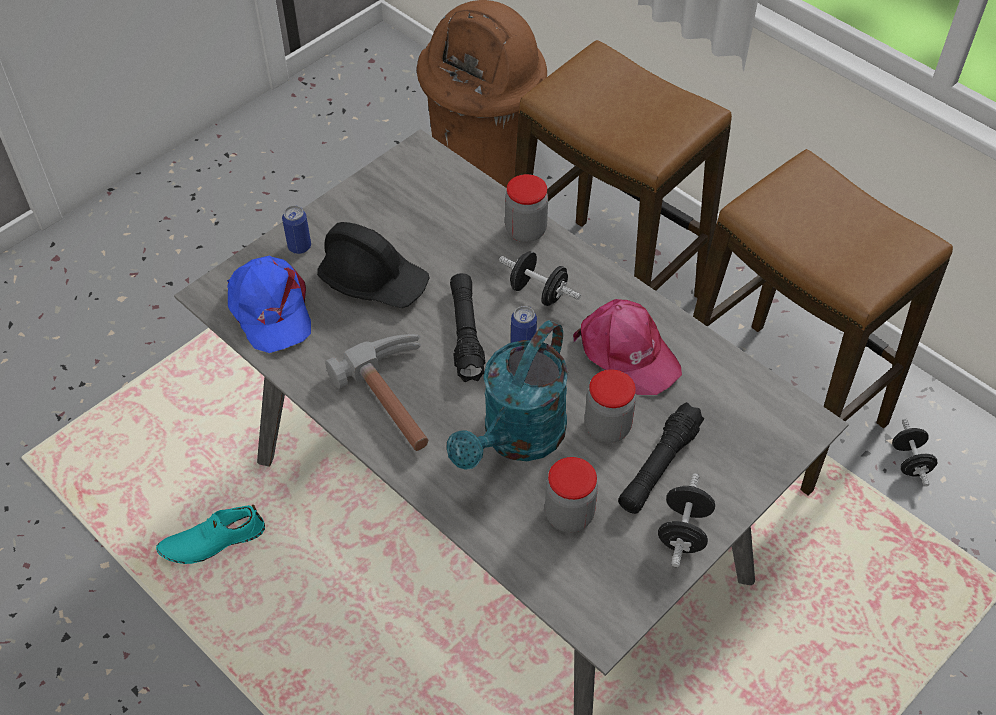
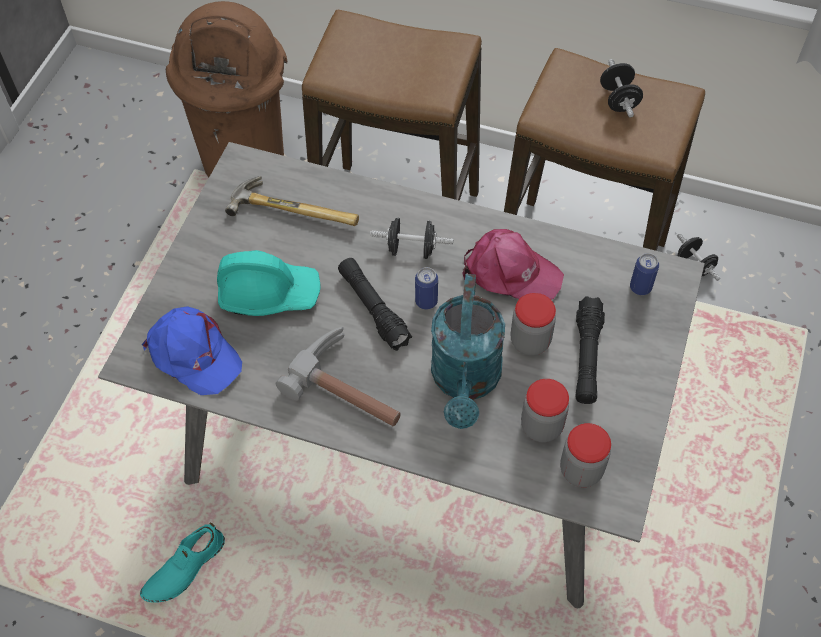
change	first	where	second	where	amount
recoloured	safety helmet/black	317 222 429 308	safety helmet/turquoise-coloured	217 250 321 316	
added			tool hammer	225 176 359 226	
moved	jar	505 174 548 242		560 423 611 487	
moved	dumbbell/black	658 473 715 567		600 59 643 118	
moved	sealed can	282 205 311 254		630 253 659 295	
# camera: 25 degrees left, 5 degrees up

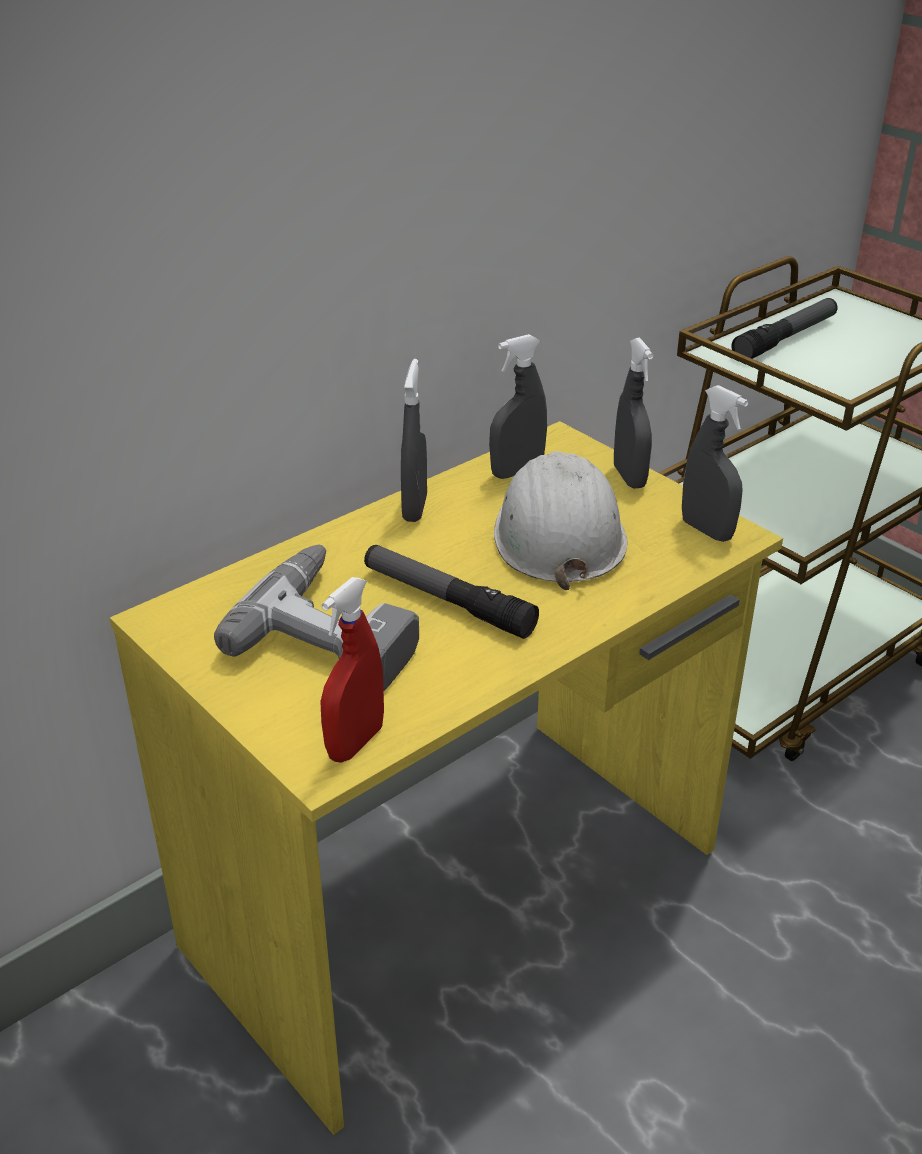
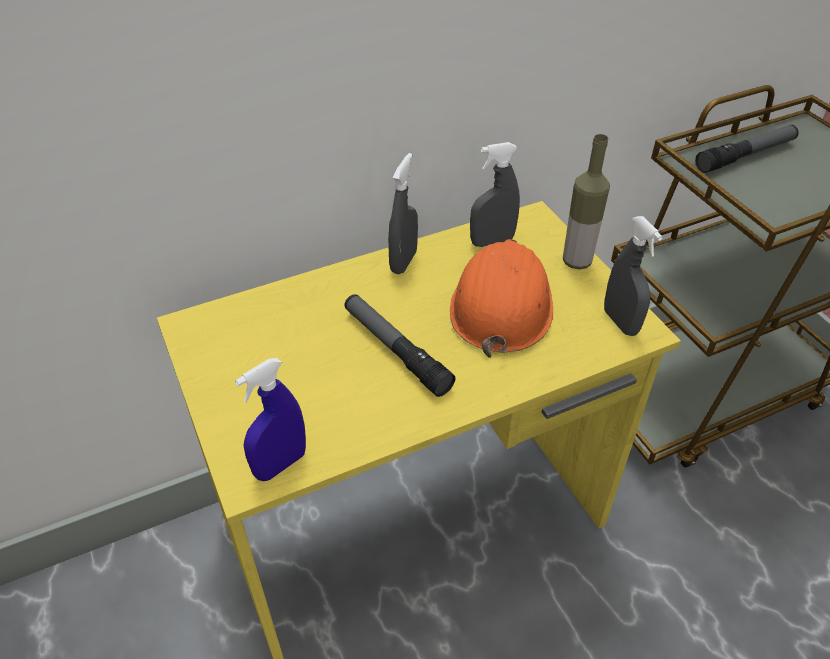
change	first	where	second	where	amount
recoloured	spray bottle/red-coloured	320 577 384 763	spray bottle/blue-coloured	235 358 306 481	
recoloured	safety helmet/white-coloured	494 451 628 590	safety helmet/orange-coloured	450 239 553 358	
replaced	spray bottle/greyish	614 338 653 489	beverage bottle	563 134 610 269	
removed	power drill	214 545 419 691			
# camera: 15 degrees right, 10 degrees up

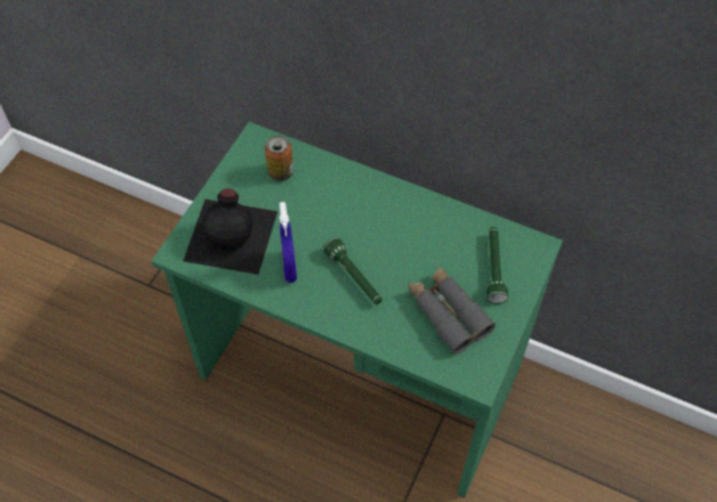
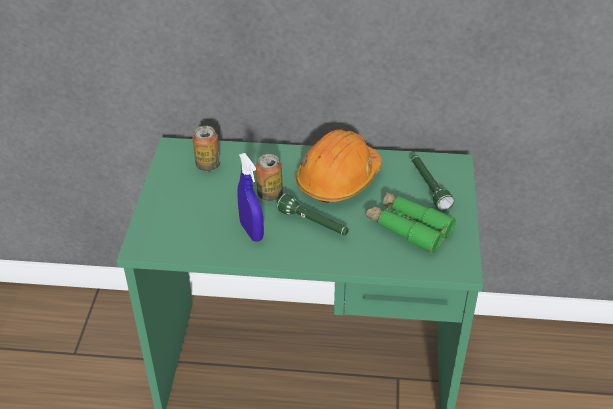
change	first	where	second	where	amount
added			sealed can	256 154 283 201	
added			safety helmet/orange-coloured	296 129 382 203	
recoloured	pair of binoculars/greyish	408 266 495 354	pair of binoculars/greenish	366 192 456 254	
removed	beverage bottle/black	183 189 278 275			
# camera: 20 degrees left, 15 degrees down

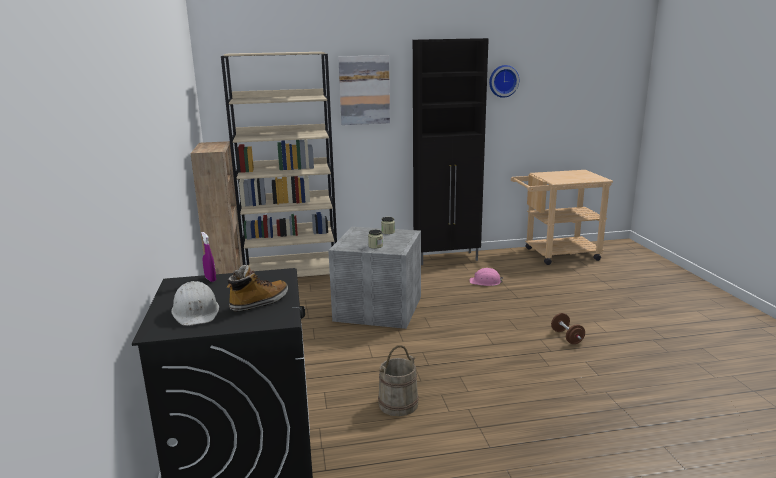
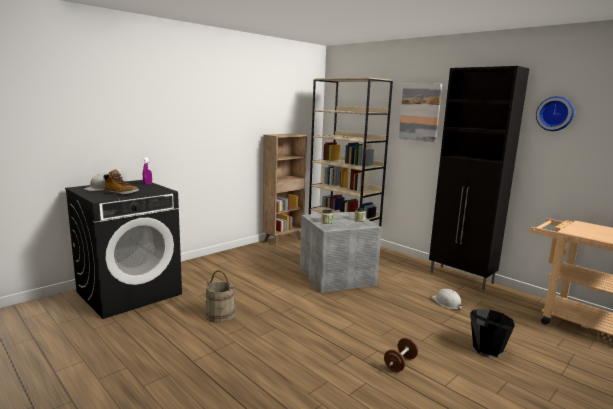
change	first	where	second	where	amount
recoloured	safety helmet/pink	469 268 503 286	safety helmet/white-coloured	432 289 463 310	
added			pail/black	470 309 515 357	
# camera: 55 degrees right, 5 degrees down

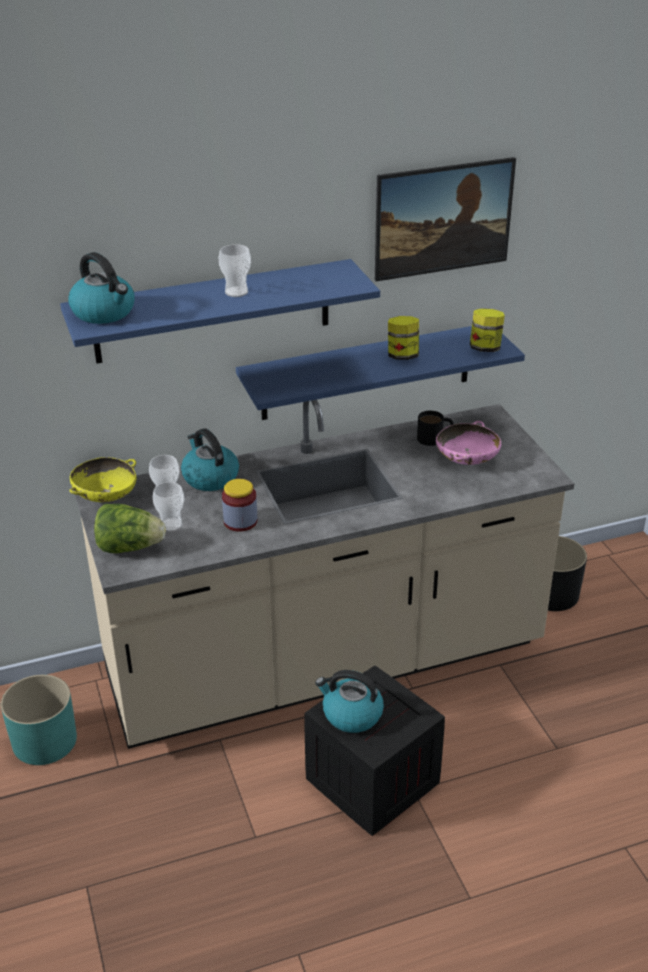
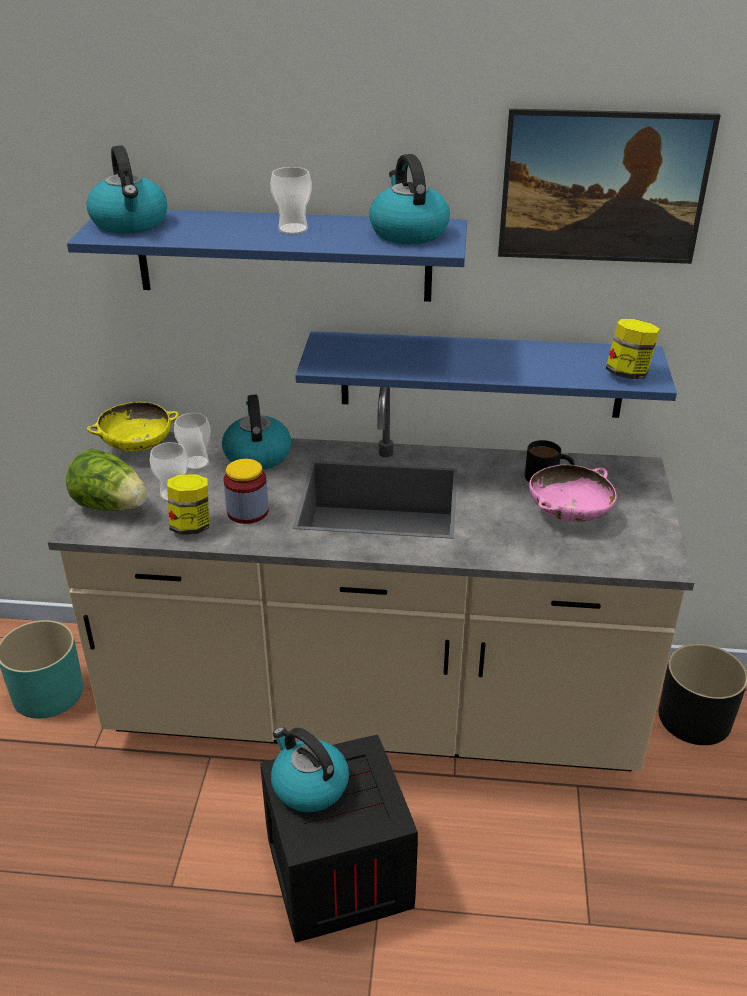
change	first	where	second	where	amount
moved	jar	388 316 419 360		167 474 209 535	
added			kettle	369 154 450 244	
# camera: 25 degrees right, 0 degrees up

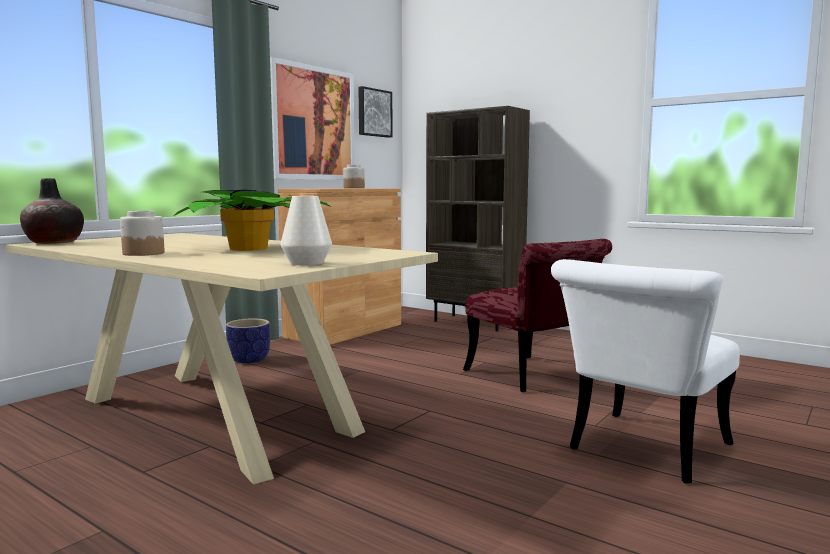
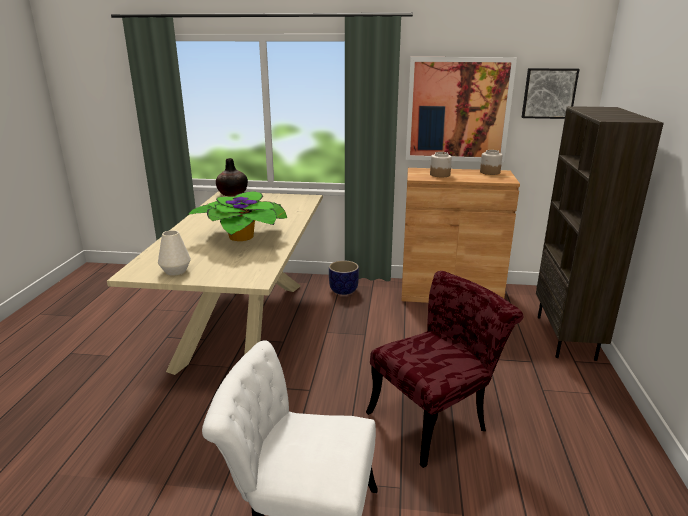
change	first	where	second	where	amount
turned	upright chair/red-coloured	463 239 612 392		366 271 524 468	150 degrees counterclockwise
moved	jar	120 211 164 256		430 152 452 177	
# camera: 60 degrees right, 15 degrees up

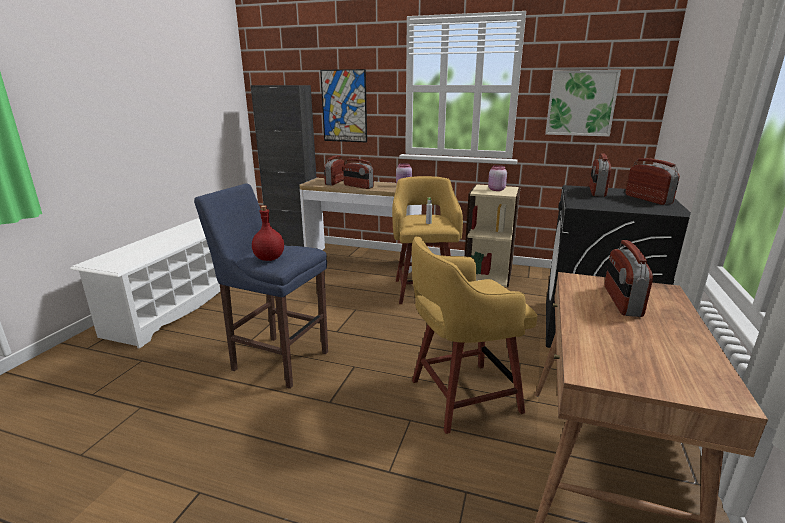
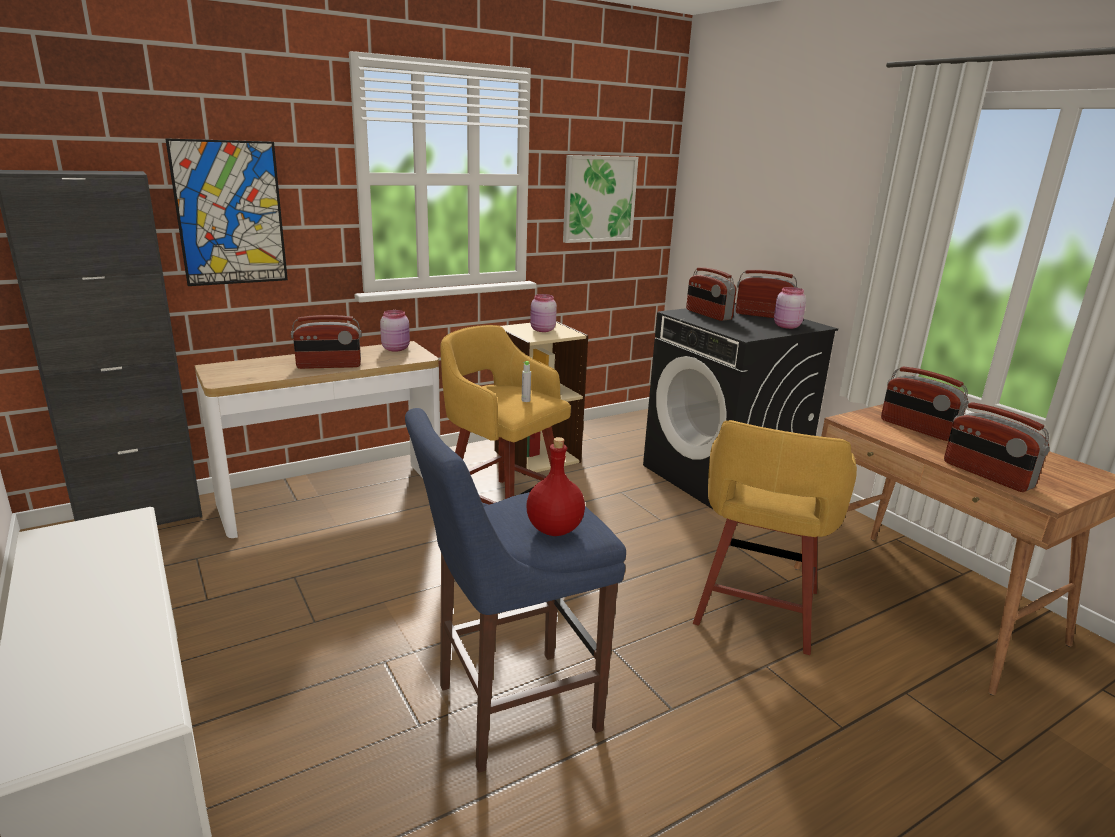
change	first	where	second	where	amount
added			jar/pink	774 287 806 329	
moved	radio receiver	324 155 345 186		944 402 1050 492	
# camera: 50 degrees left, 0 degrees up

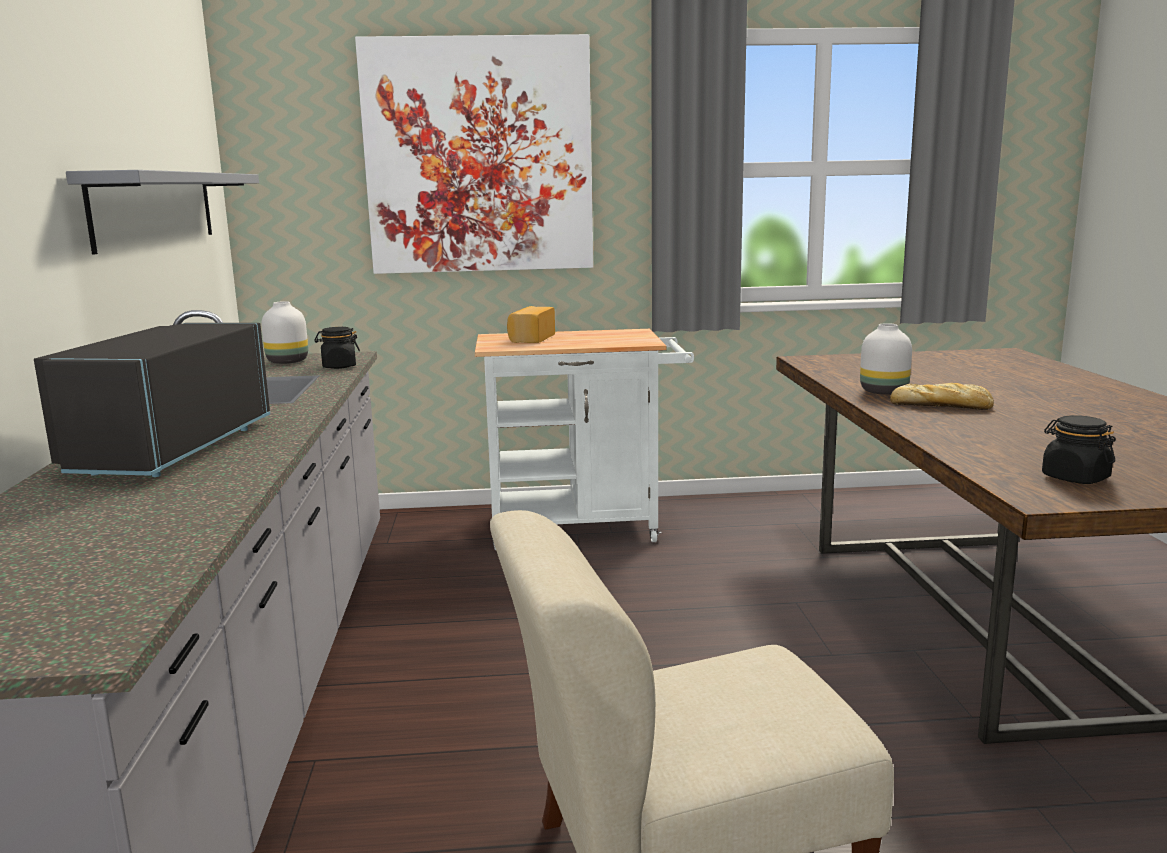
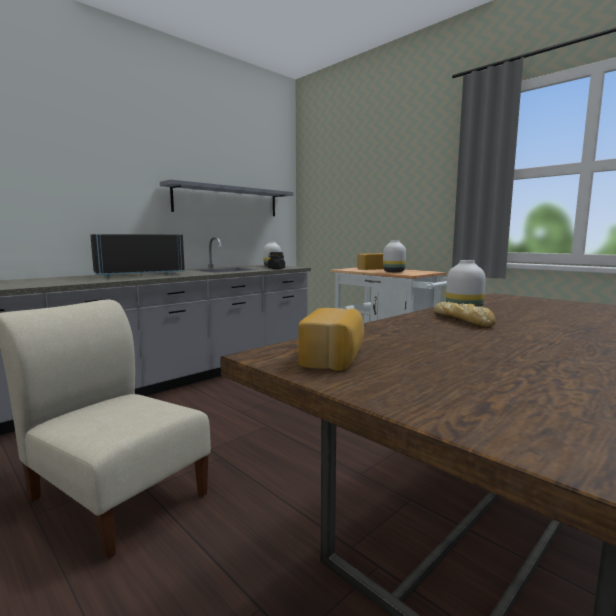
change	first	where	second	where	amount
replaced	jar/black	1042 415 1116 484	bakery bread	299 308 364 371	
added			decorative vase/white-coloured	383 240 406 272	
removed	picture	355 34 593 274			
# camera: 50 degrees right, 5 degrees down

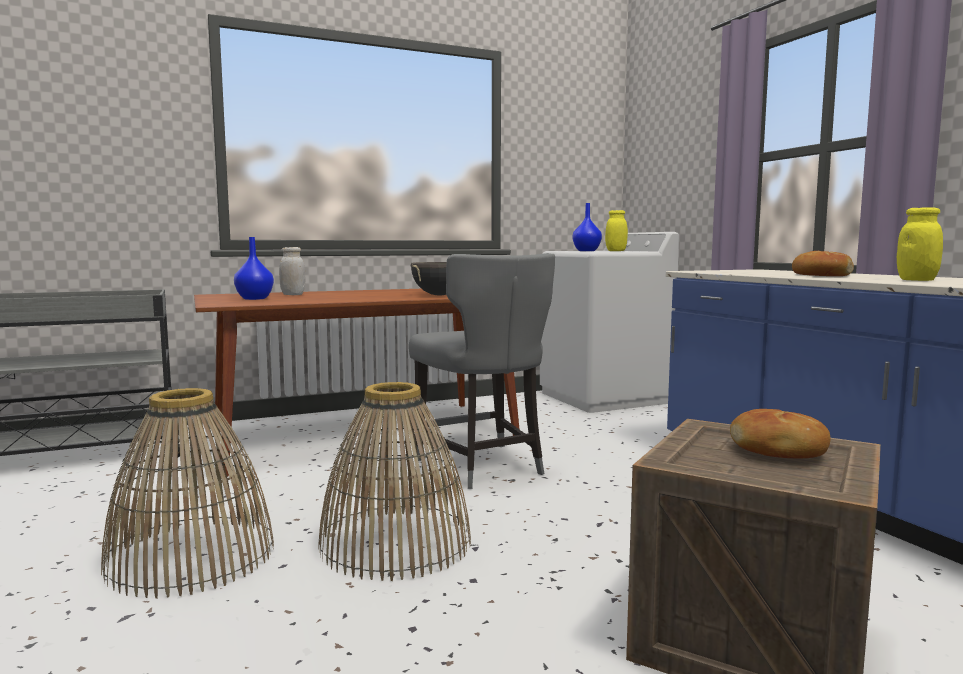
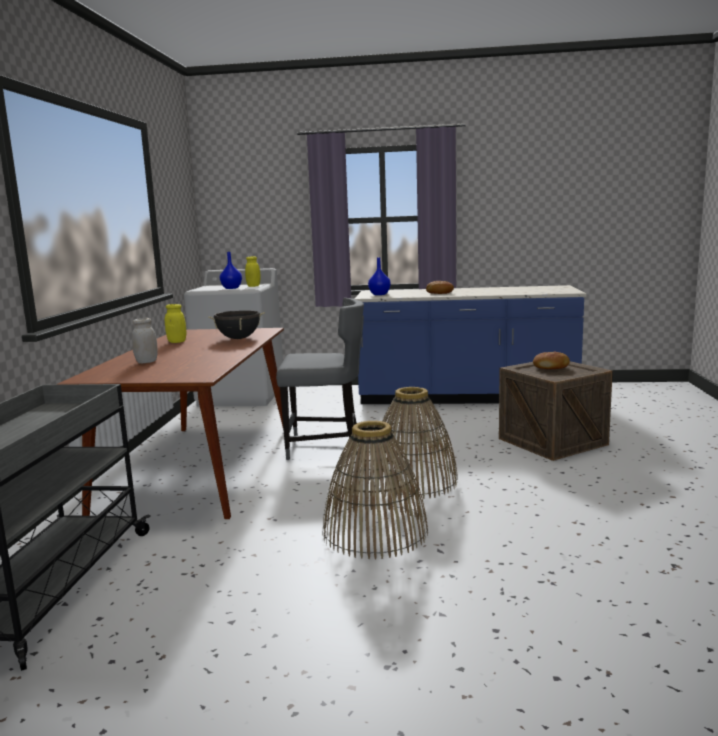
change	first	where	second	where	amount
moved	jar/yellow	897 207 943 281		165 304 186 343	
moved	decorative vase/blue-coloured	234 237 274 300		368 257 391 295	
# camera: 60 degrees left, 5 degrees up

